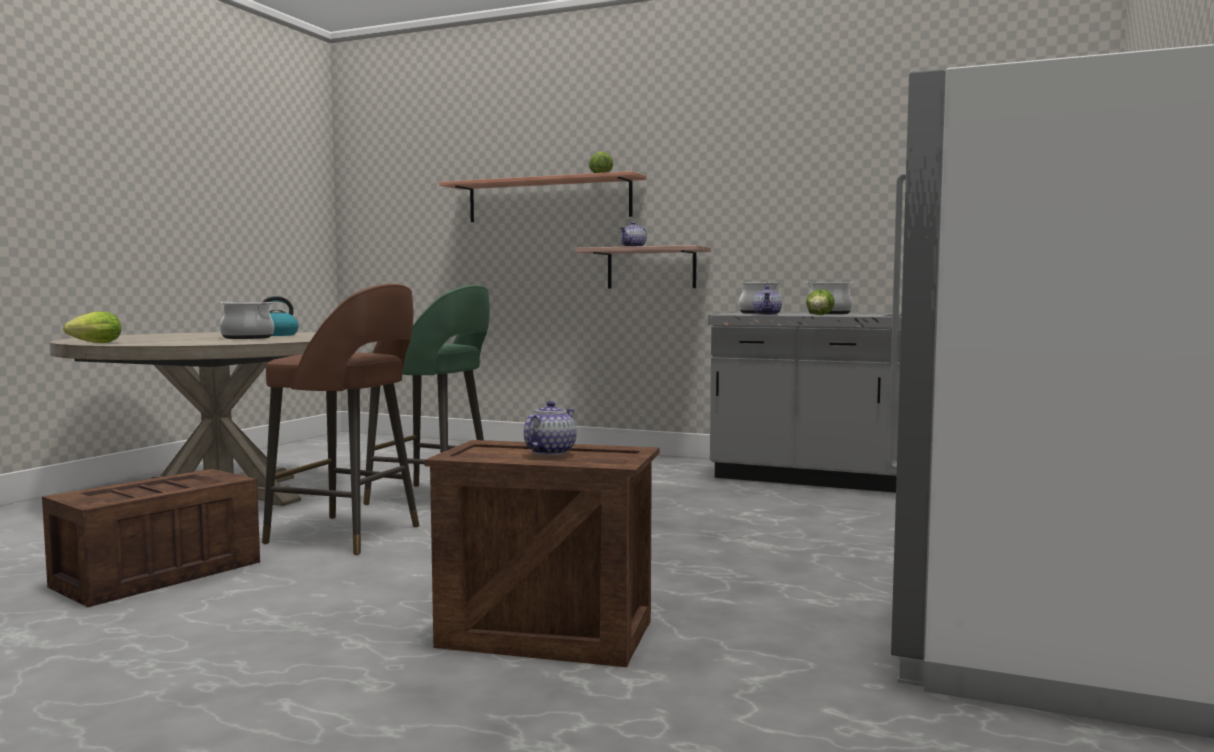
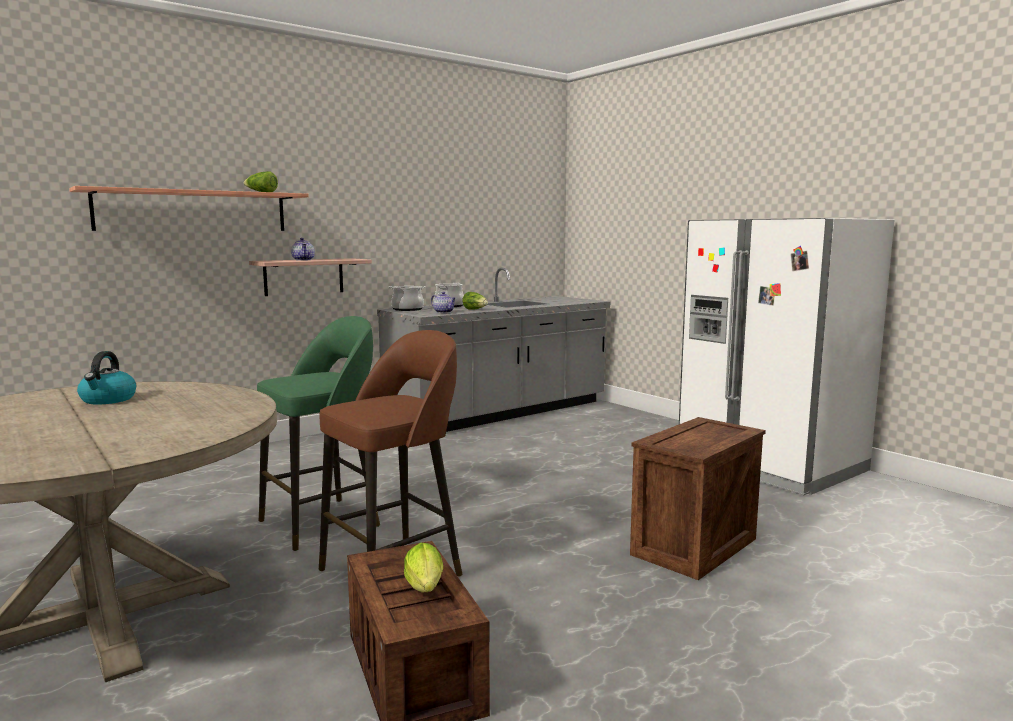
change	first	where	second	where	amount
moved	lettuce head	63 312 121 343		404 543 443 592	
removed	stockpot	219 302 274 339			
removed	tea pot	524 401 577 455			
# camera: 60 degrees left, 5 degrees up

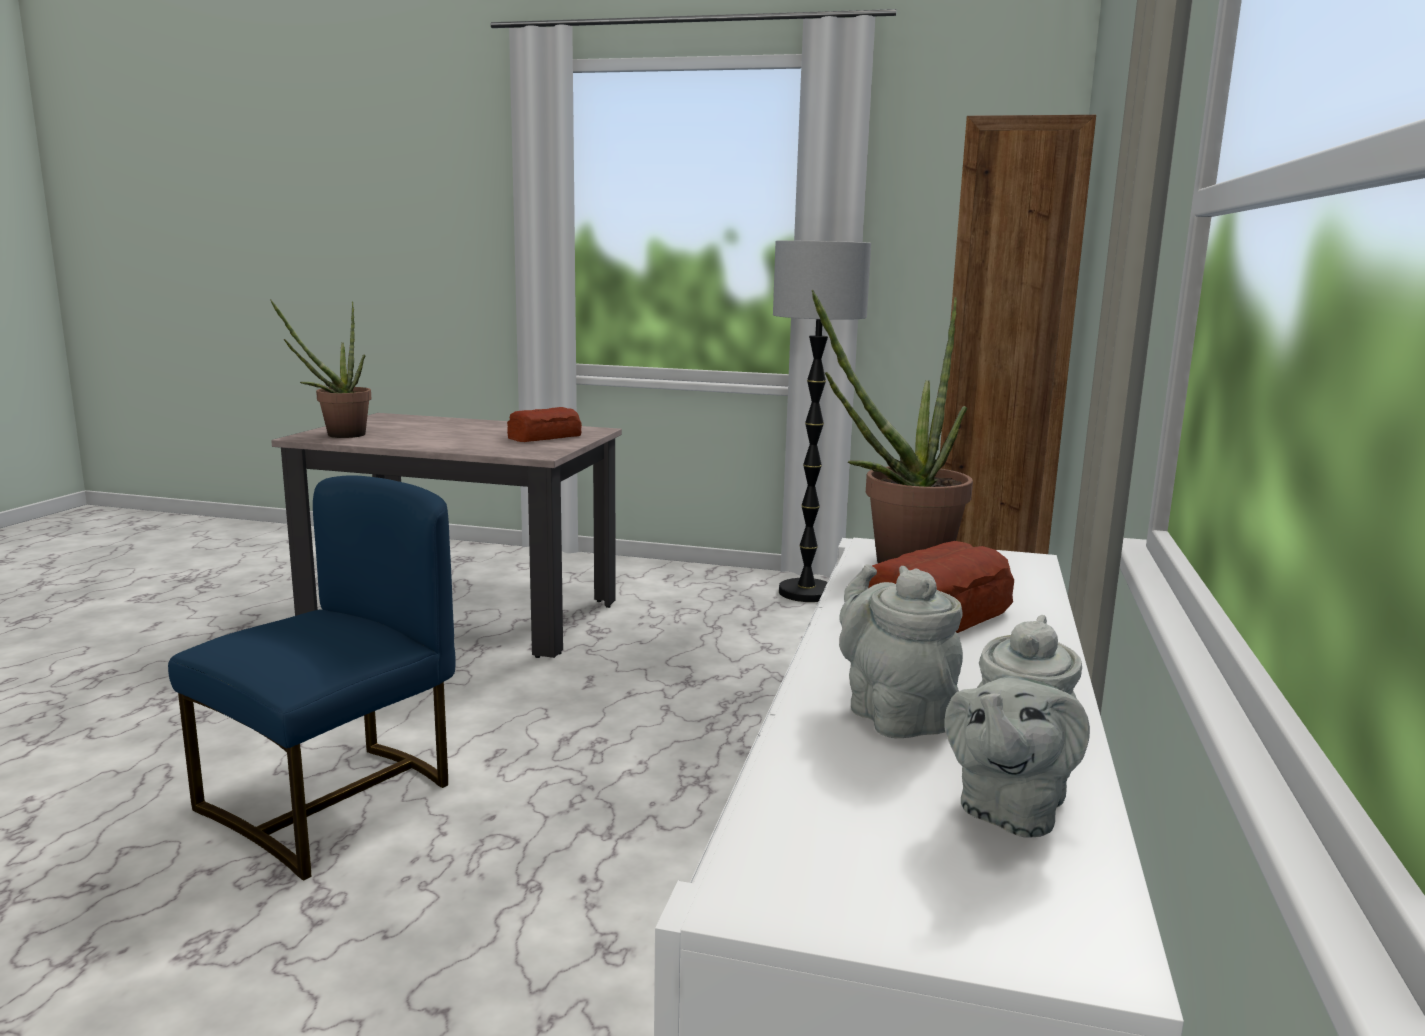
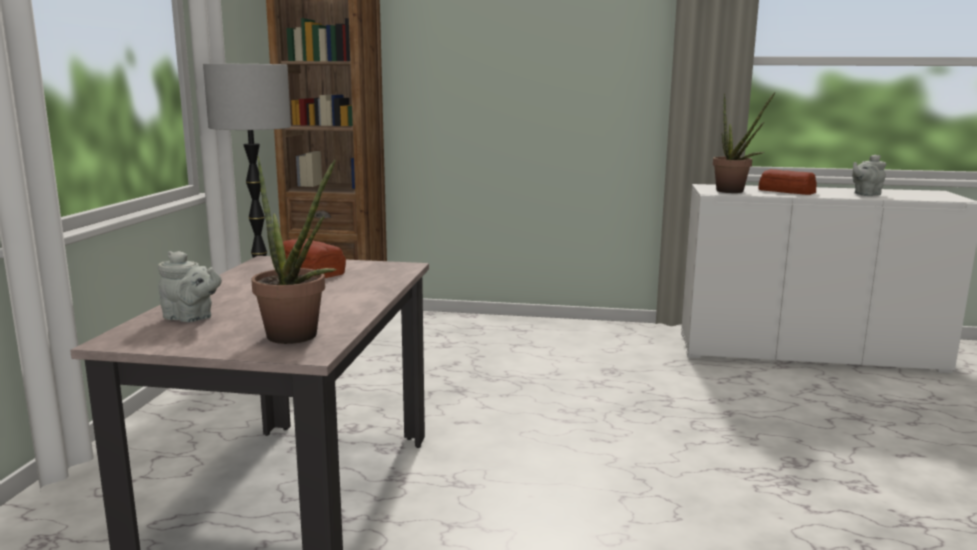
change	first	where	second	where	amount
moved	tea pot/greyish	944 615 1090 838		158 251 222 322	
removed	upright chair/blue-coloured	168 475 456 881			
# camera: 95 degrees left, 0 degrees up

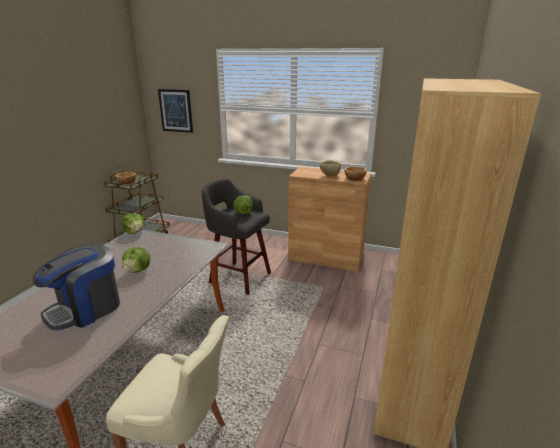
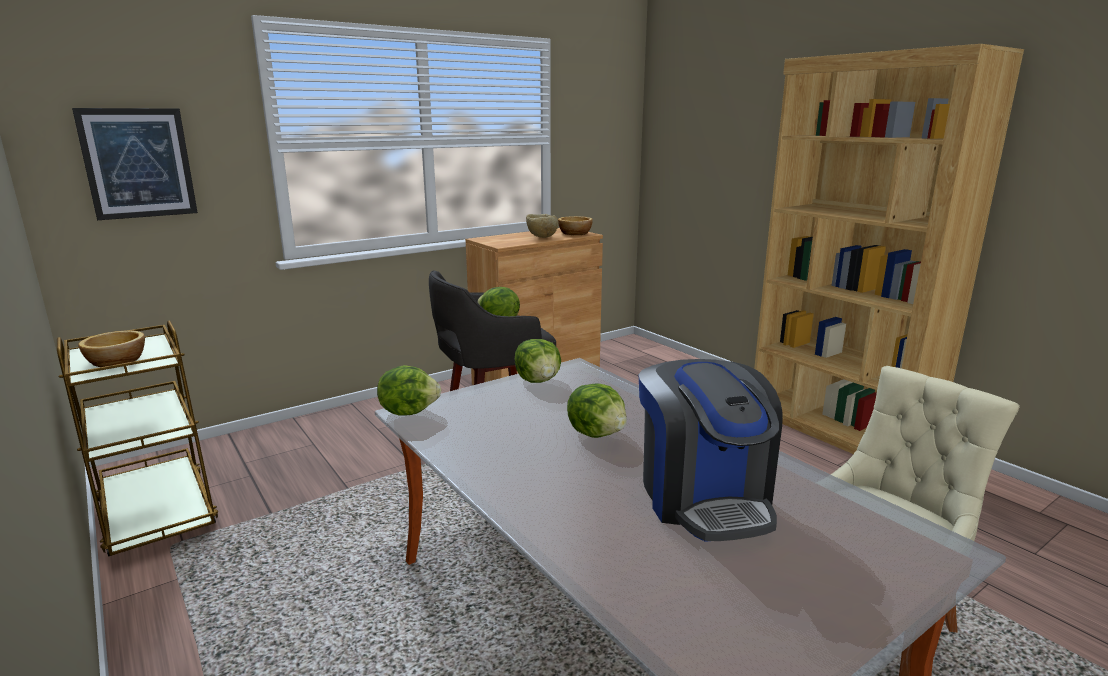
change	first	where	second	where	amount
added			lettuce head	514 339 561 383	
# camera: 55 degrees left, 5 degrees down

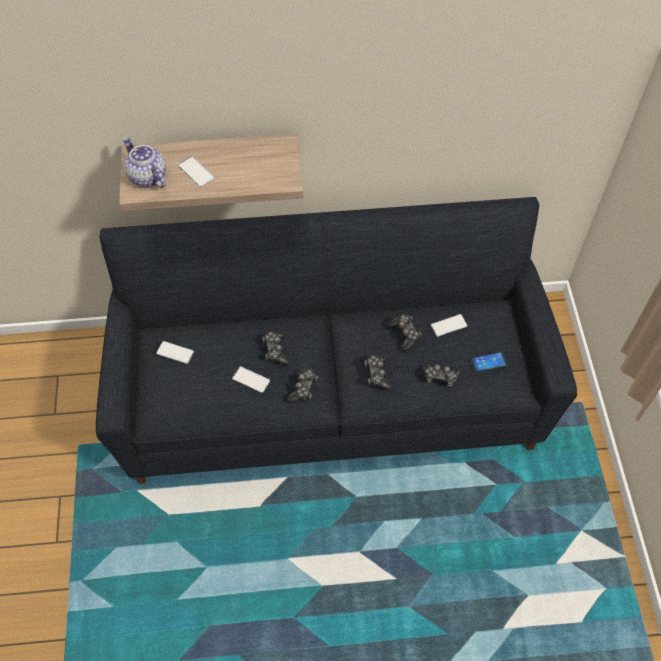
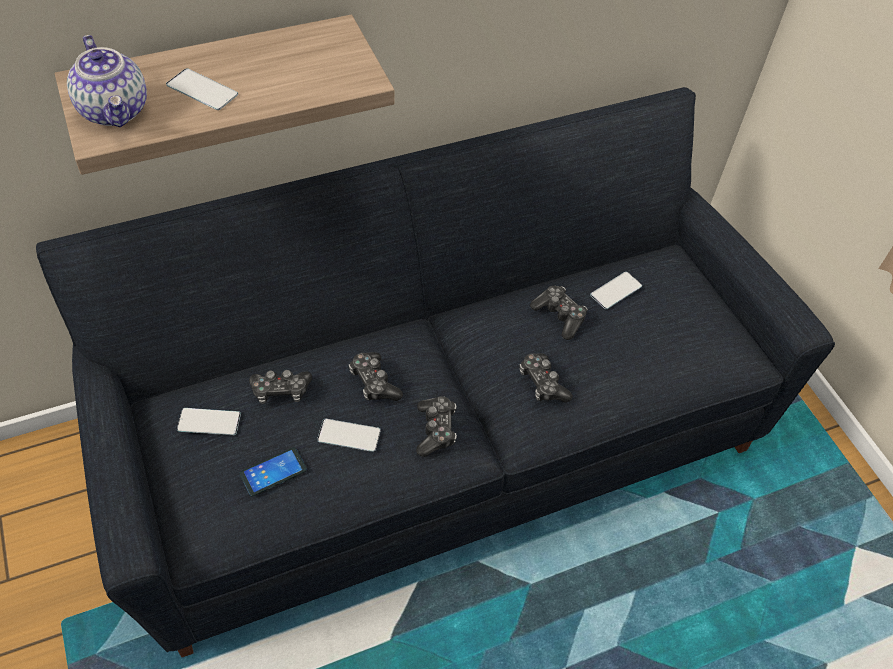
change	first	where	second	where	amount
turned	tea pot	123 137 166 188		67 35 147 127	150 degrees counterclockwise
moved	handset	470 351 508 373		239 448 307 496	
moved	joypad	422 363 461 387		249 370 312 404	
# camera: 20 degrees left, 5 degrees down

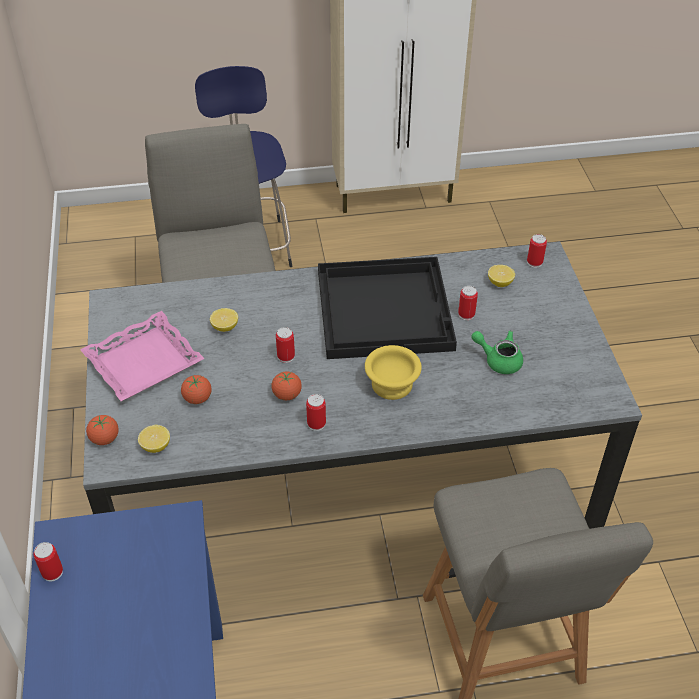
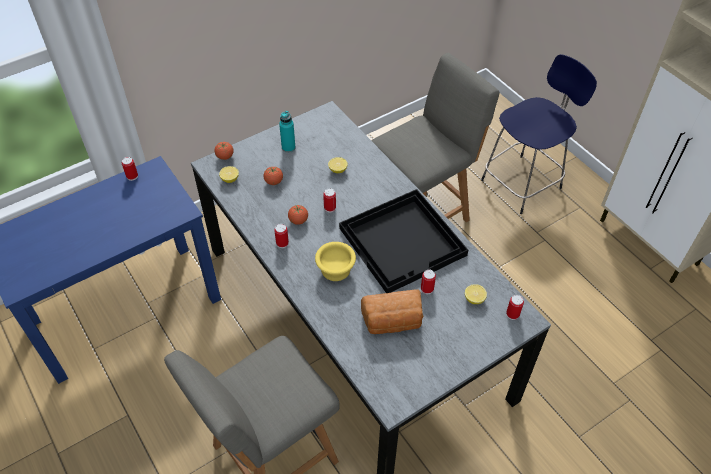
change	first	where	second	where	amount
replaced	carrying tray/pink	80 311 205 401	beverage bottle/turquoise-coloured	279 111 296 153	
replaced	tea pot/greenish	471 331 523 374	bakery bread	361 289 423 334	
# camera: 65 degrees right, 5 degrees up

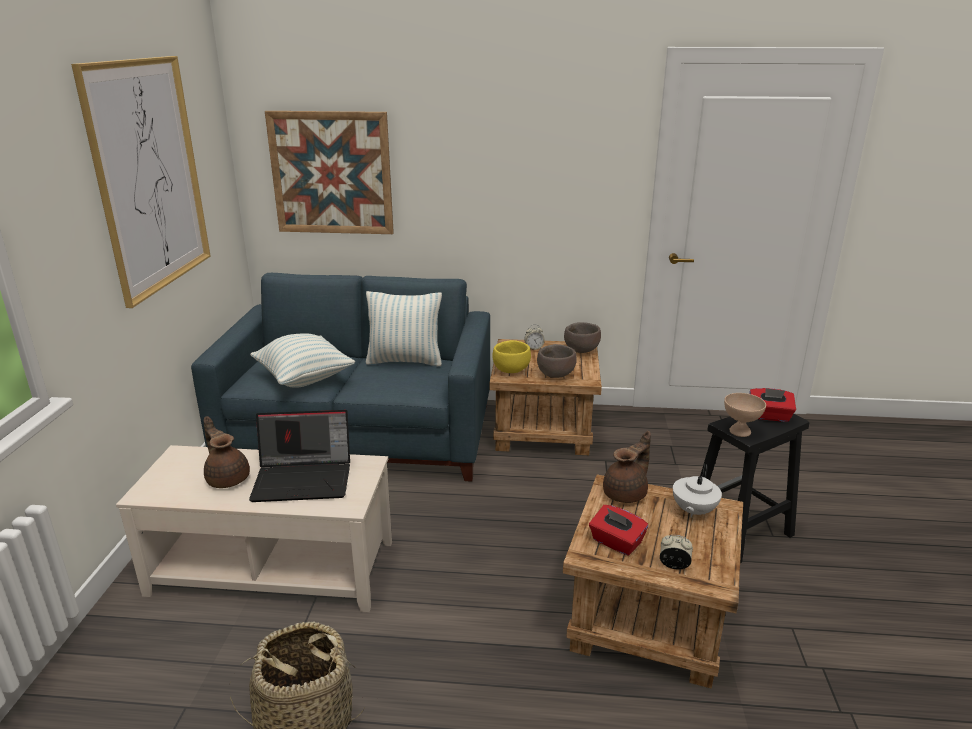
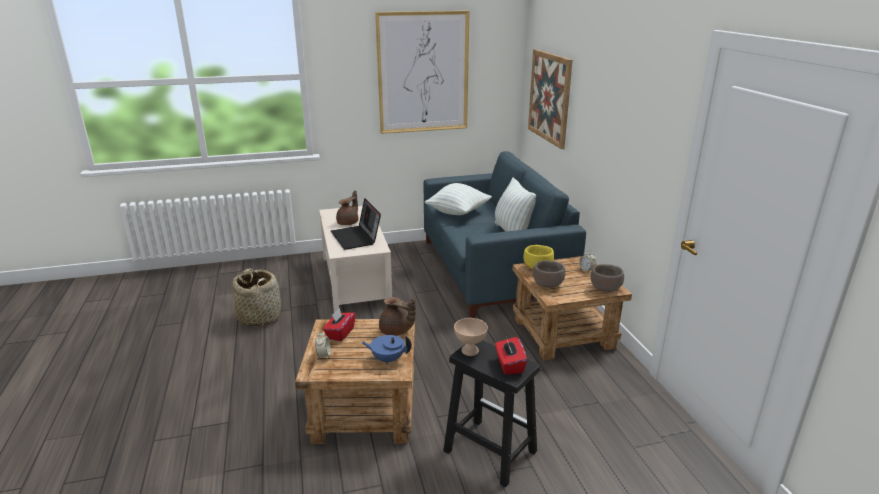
change	first	where	second	where	amount
recoloured	tea pot/white-coloured	673 464 722 518	tea pot/blue-coloured	361 335 412 364	
# camera: 70 degrees right, 0 degrees up

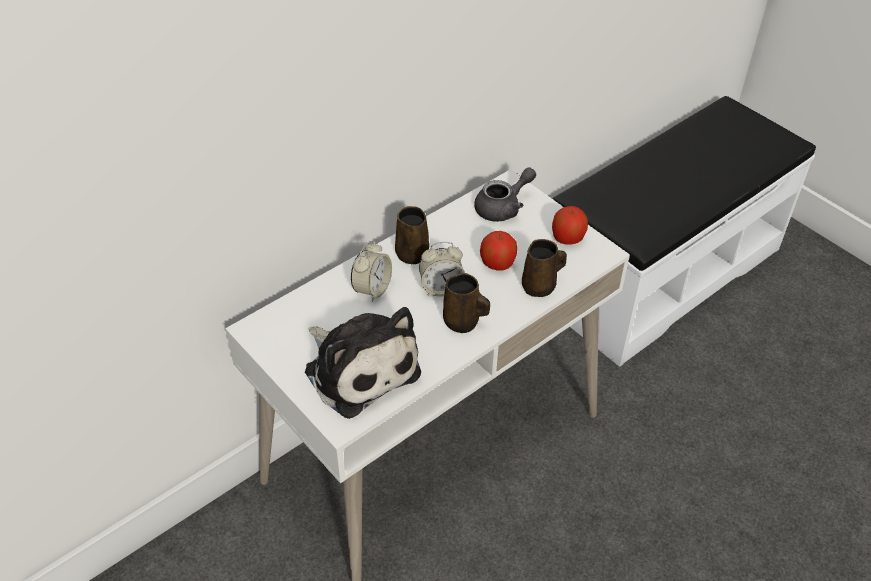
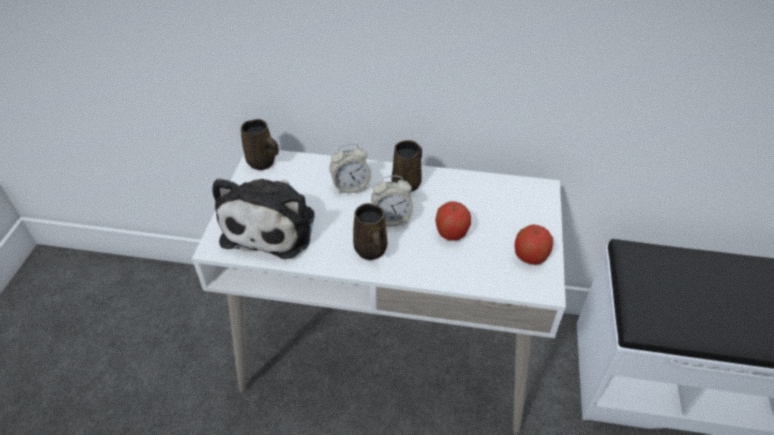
change	first	where	second	where	amount
moved	coffee mug/brown	522 239 567 297		241 119 279 170	
turned	bedside clock	419 242 465 297		371 175 413 226	45 degrees counterclockwise
removed	tea pot/greyish	474 167 536 222			
# camera: 50 degrees right, 0 degrees up

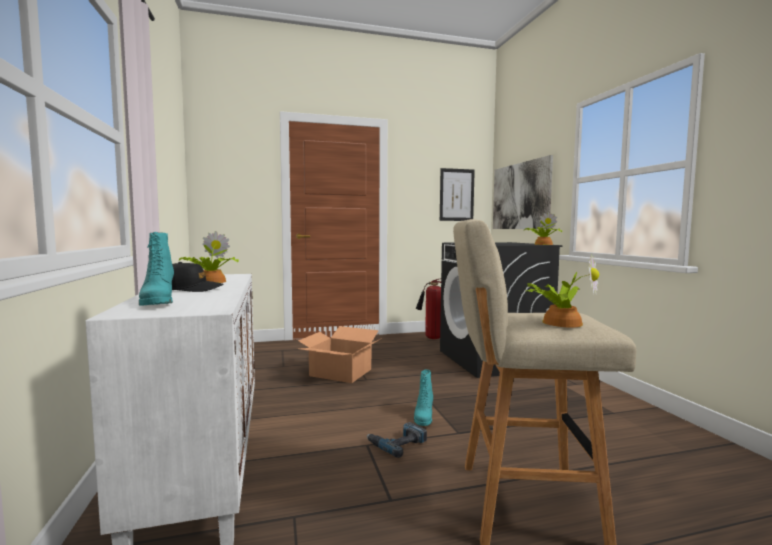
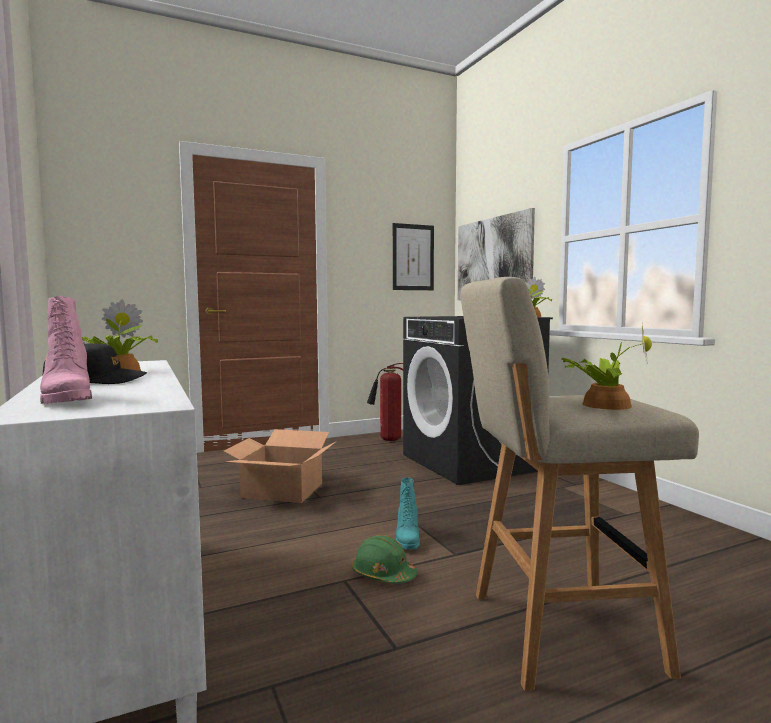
change	first	where	second	where	amount
recoloured	tall boot/turquoise-coloured	139 232 174 306	tall boot/pink	40 296 92 404	
replaced	power drill	367 422 427 458	safety helmet/greenish	352 535 417 584	
# camera: 10 degrees left, 0 degrees up

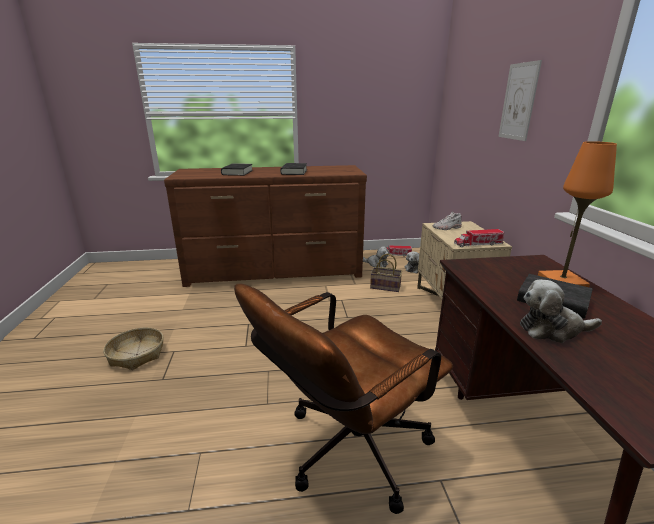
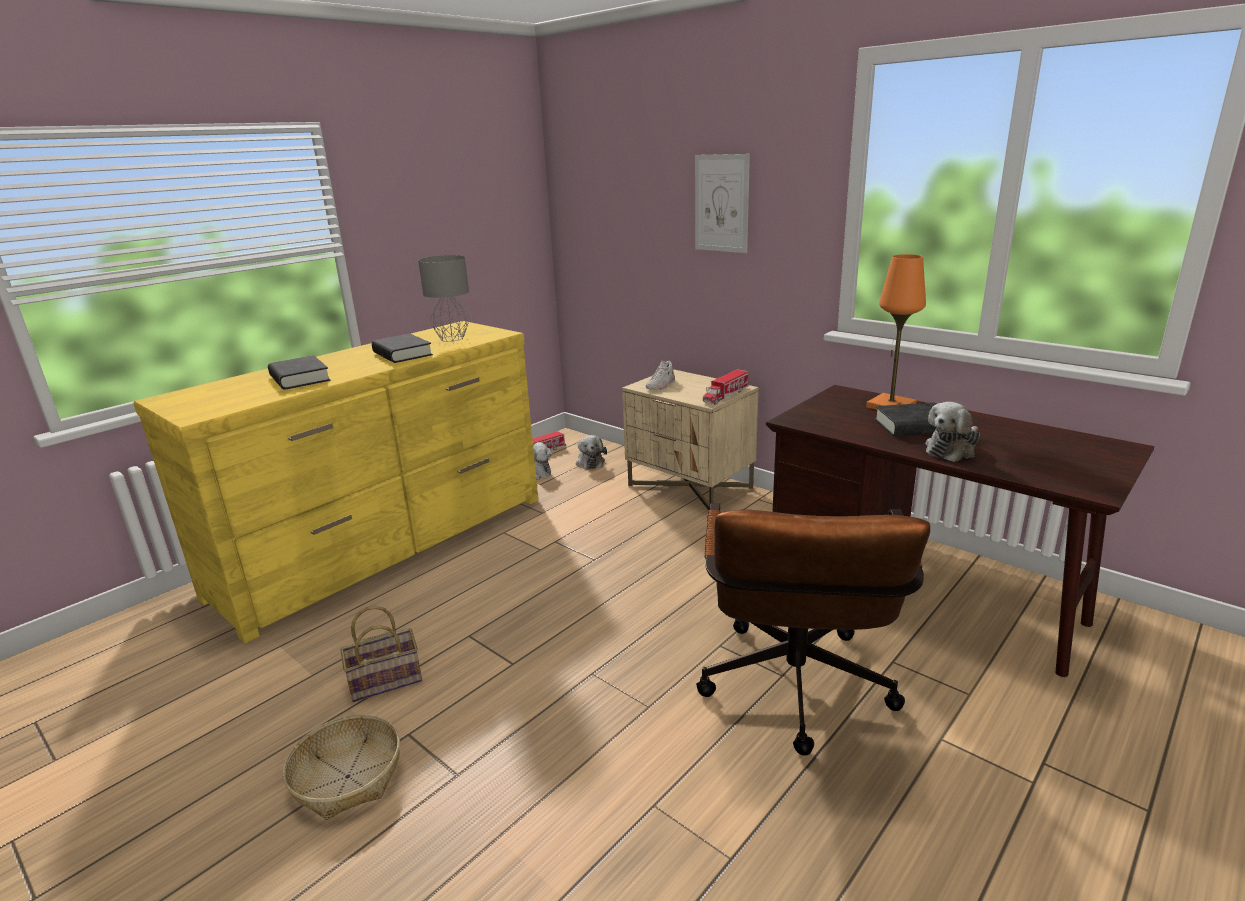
change	first	where	second	where	amount
recoloured	chest of drawers/brown	164 165 367 287	chest of drawers/yellow	133 321 538 643	
moved	storage basket	370 254 402 292		341 606 422 702	
added			lamp for a table/greyish	418 255 469 342	
# camera: 40 degrees left, 0 degrees up

